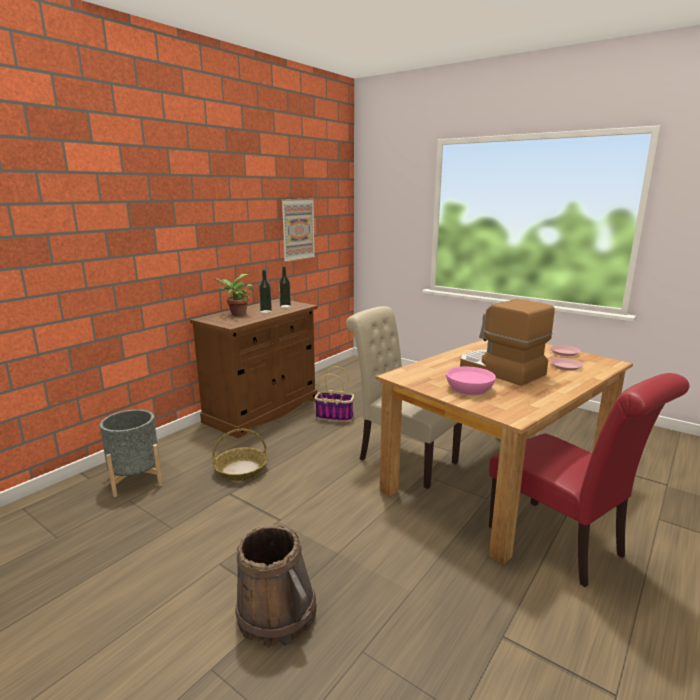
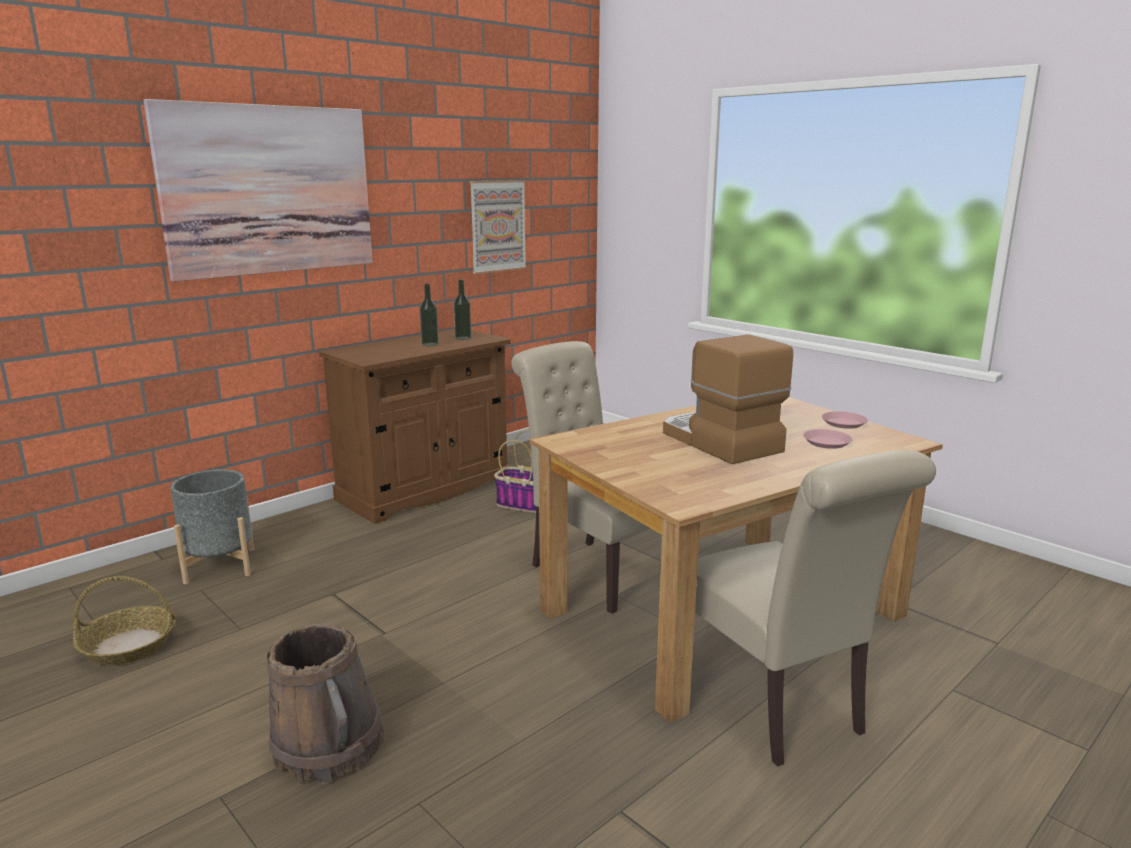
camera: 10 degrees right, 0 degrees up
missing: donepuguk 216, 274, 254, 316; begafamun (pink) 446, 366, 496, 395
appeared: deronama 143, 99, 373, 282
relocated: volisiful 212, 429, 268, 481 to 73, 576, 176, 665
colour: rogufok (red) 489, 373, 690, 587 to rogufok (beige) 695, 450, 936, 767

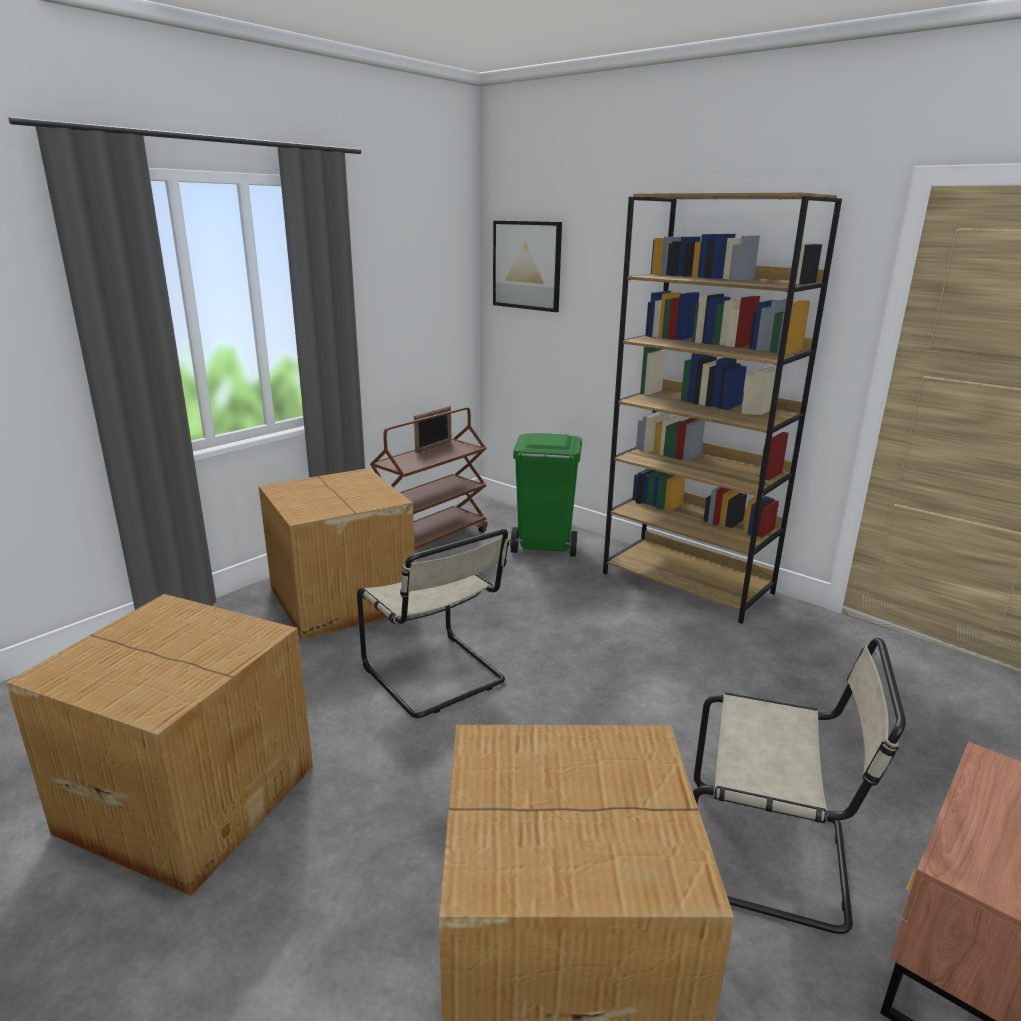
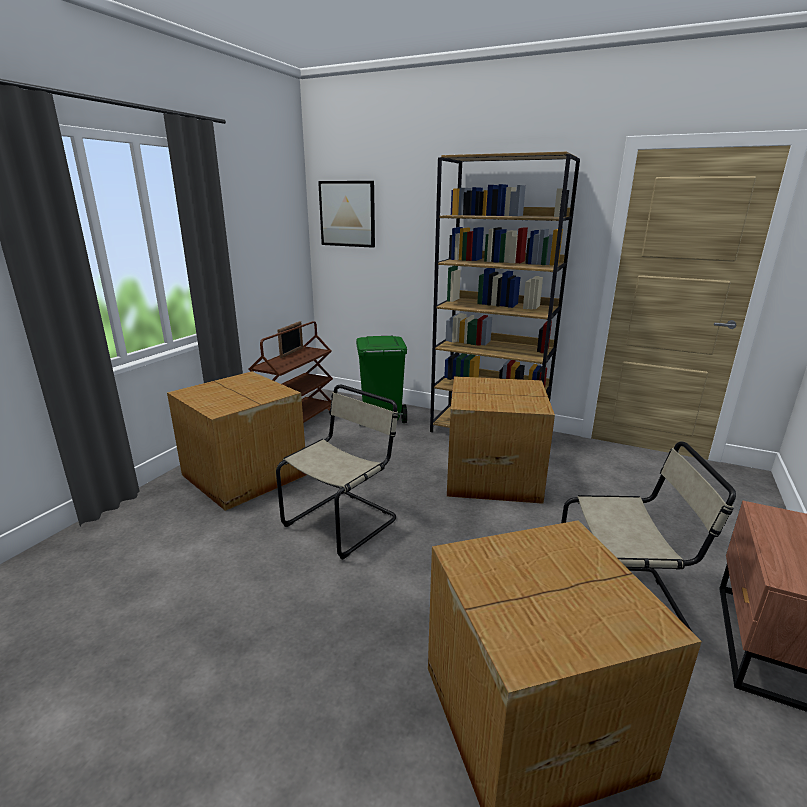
camera: 15 degrees left, 0 degrees up
relocated: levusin 6, 594, 313, 896 to 447, 376, 555, 504
spun: rogufok (beige) 357, 529, 510, 718 = 276, 385, 398, 560 90 degrees counterclockwise

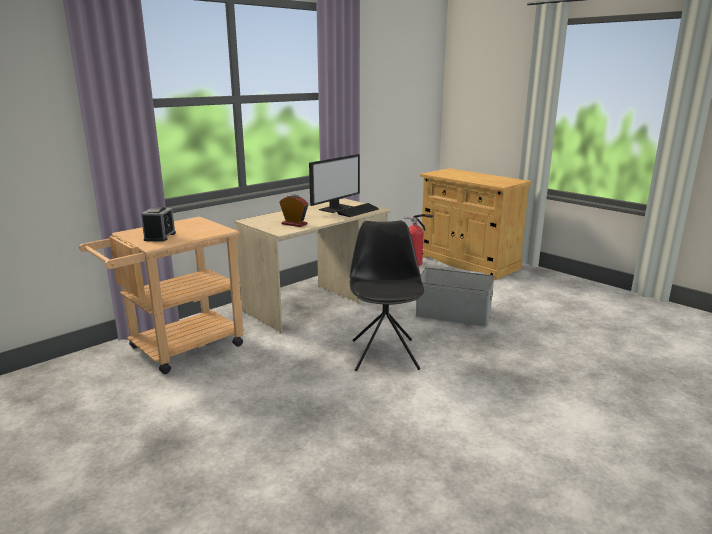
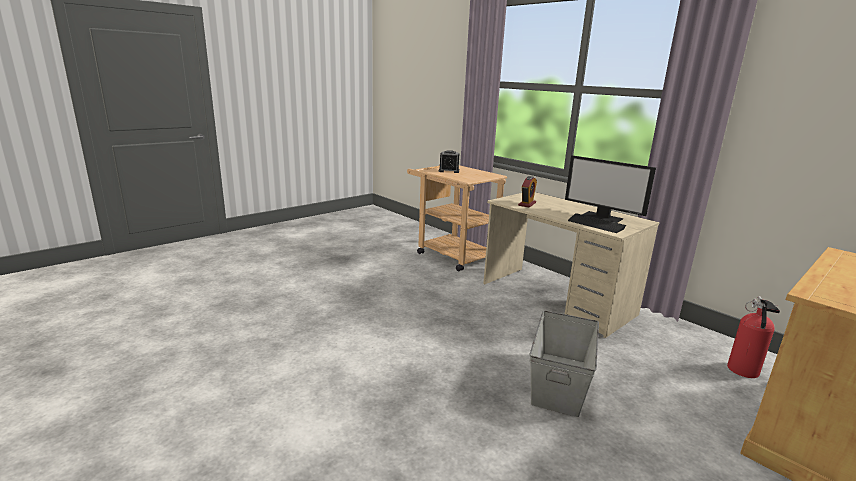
camera: 90 degrees right, 0 degrees up
missing: rogufok (black) 349, 220, 424, 371

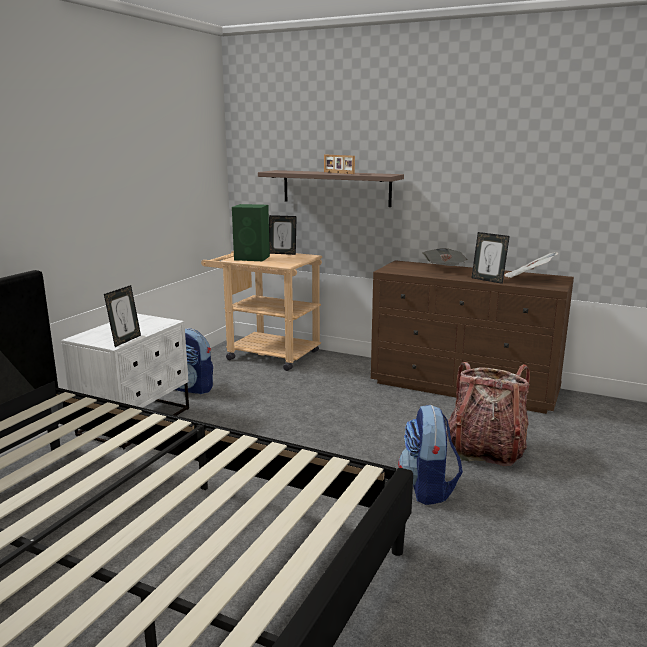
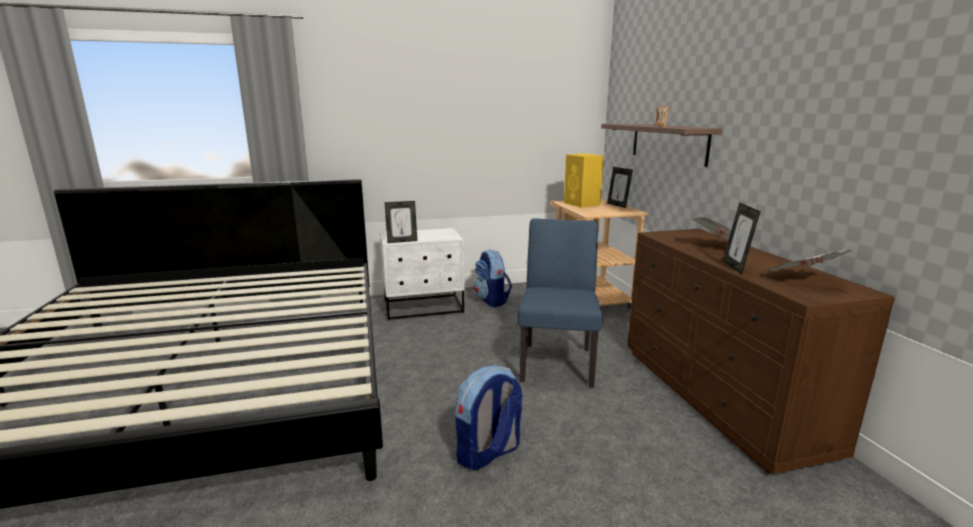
camera: 50 degrees right, 0 degrees up
missing: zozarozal 447, 362, 530, 466
appeared: rogufok (blue) 517, 218, 603, 388
colour: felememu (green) 232, 204, 270, 261 to felememu (yellow) 564, 153, 604, 208

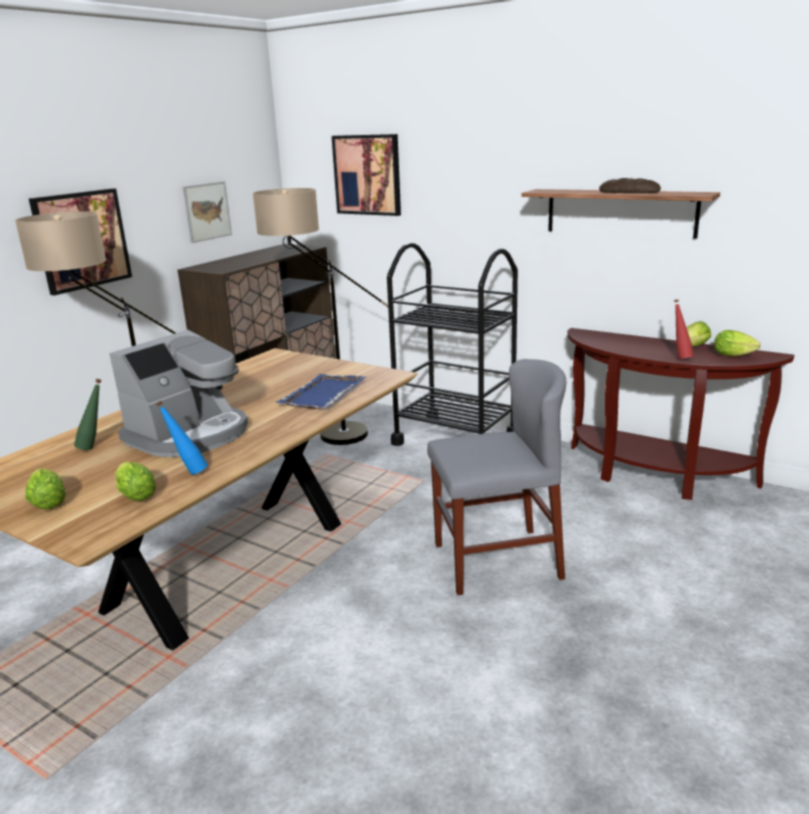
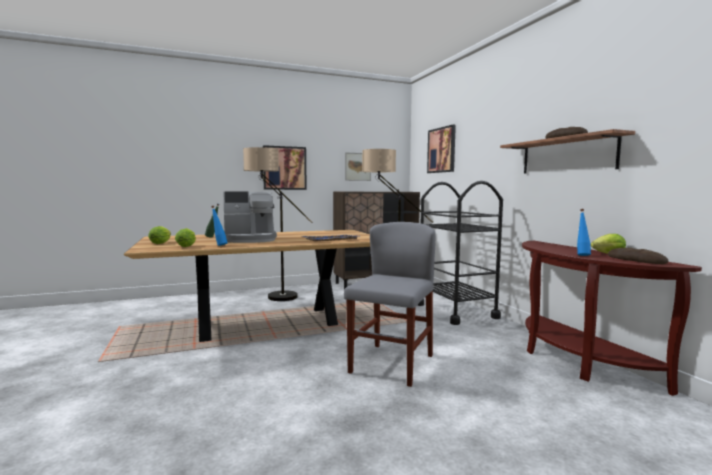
camera: 35 degrees right, 15 degrees down
exchanged: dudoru 714, 330, 761, 357 to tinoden 608, 248, 668, 264
colour: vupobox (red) 674, 299, 693, 359 to vupobox (blue) 577, 209, 591, 256
spun: rogufok (grey) 427, 359, 566, 595 = 344, 222, 436, 387 90 degrees counterclockwise

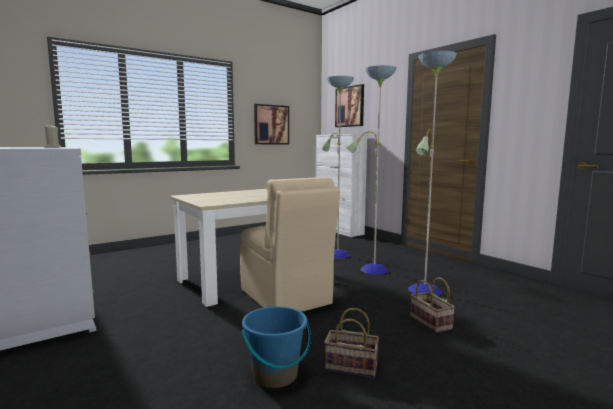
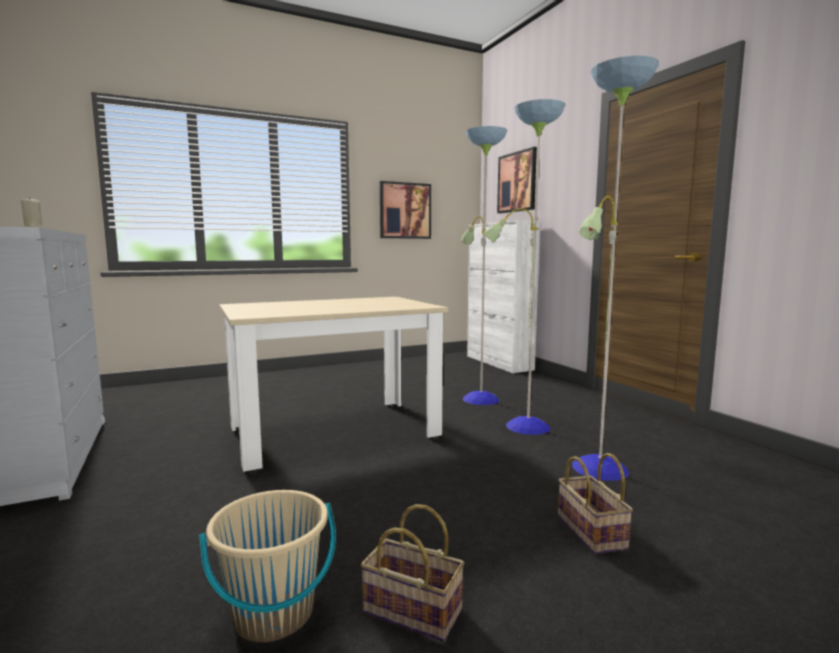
camera: 10 degrees right, 0 degrees up
missing: rogufok (beige) 240, 177, 340, 311
colour: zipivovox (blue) 241, 306, 311, 388 to zipivovox (beige) 199, 490, 336, 642

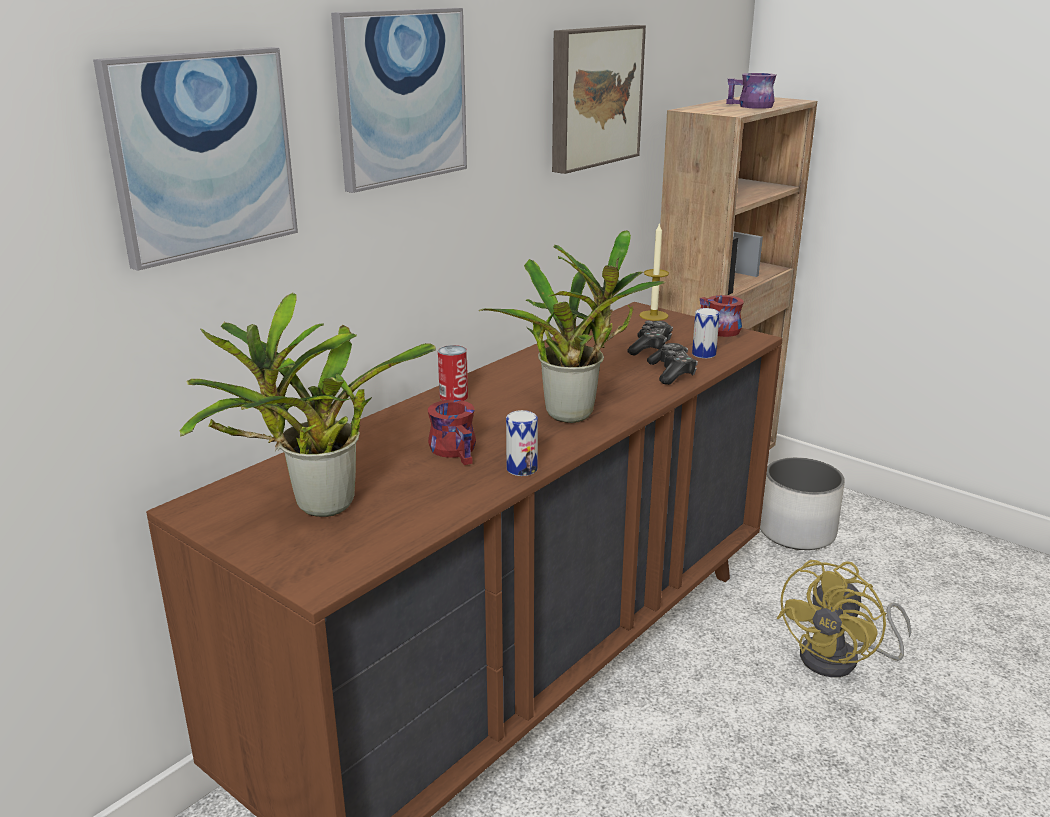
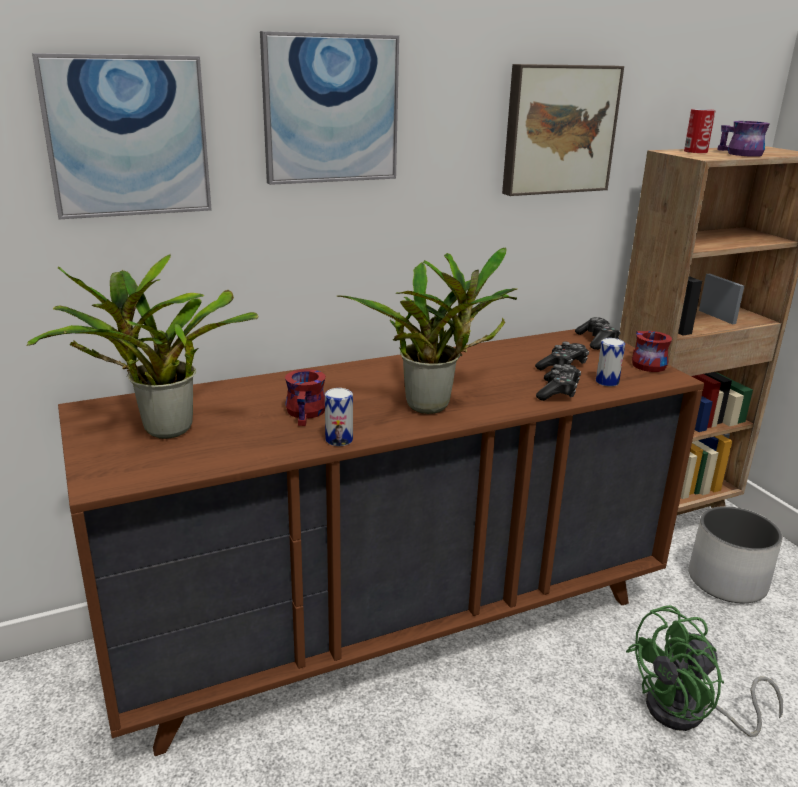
camera: 25 degrees right, 0 degrees up
relocated: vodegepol 438, 345, 468, 401 to 684, 109, 716, 153
exchanged: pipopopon 639, 222, 669, 321 to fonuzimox 575, 317, 621, 350
colour: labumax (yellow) 777, 560, 912, 677 to labumax (green) 626, 605, 783, 737

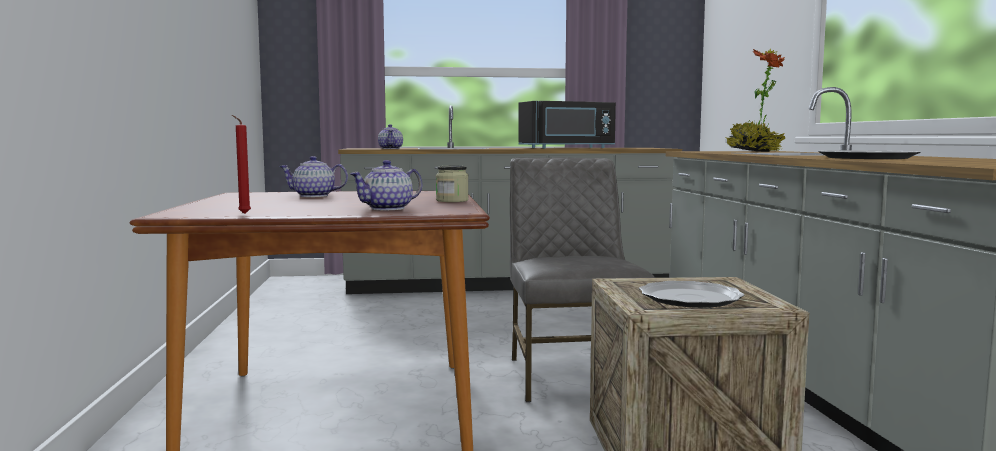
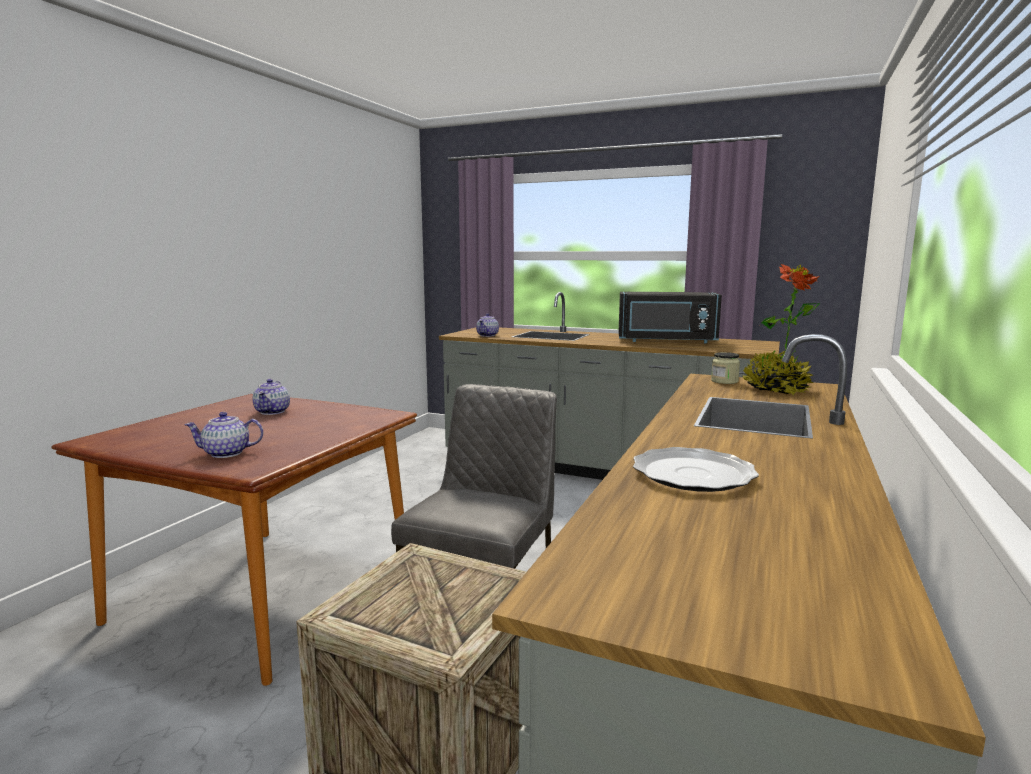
camera: 30 degrees right, 5 degrees up
missing: pipopopon (red) 232, 115, 251, 214; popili 639, 281, 745, 308
relocated: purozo 436, 166, 469, 202 to 711, 352, 740, 384
spun: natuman 279, 156, 348, 197 = 253, 379, 290, 415 120 degrees counterclockwise

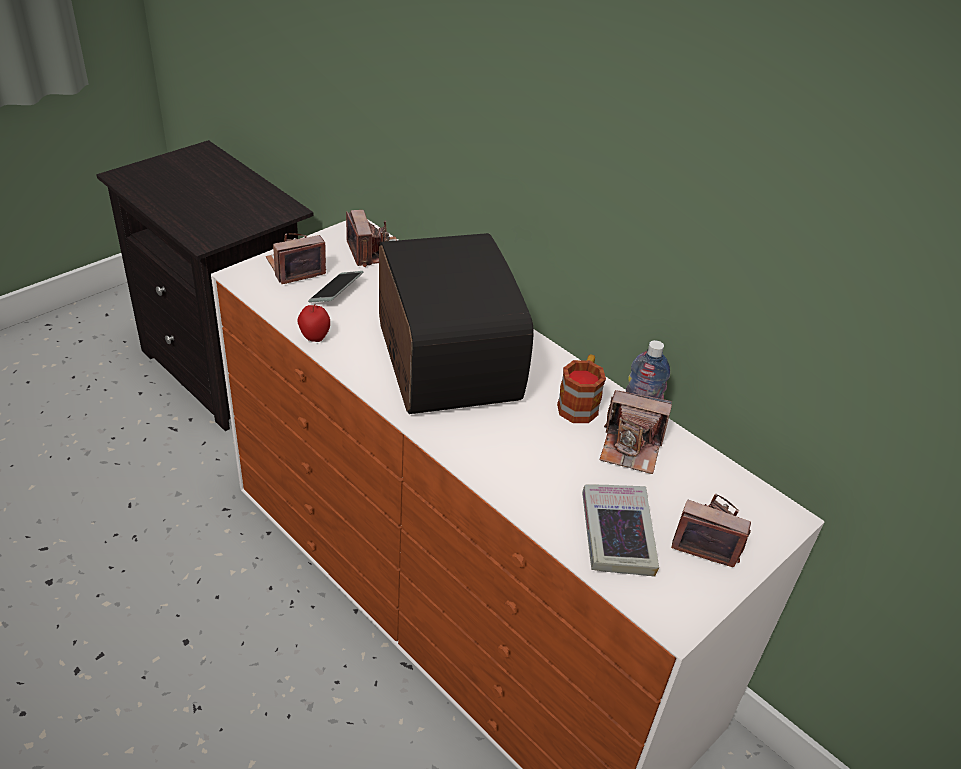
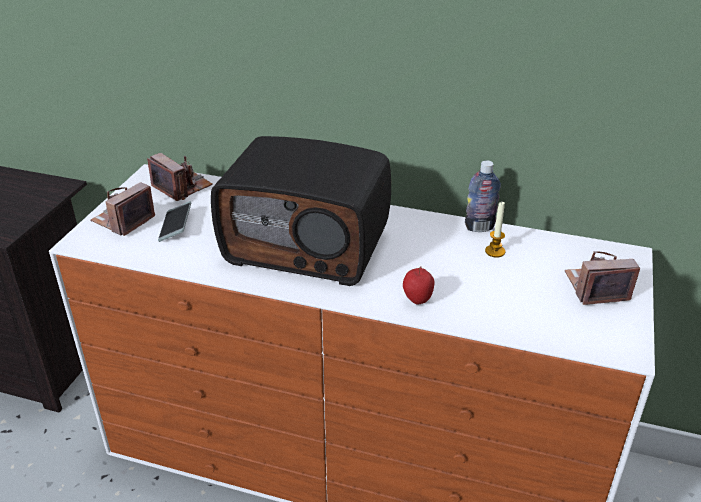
camera: 25 degrees left, 5 degrees down
missing: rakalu 557, 355, 606, 423; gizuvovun 582, 484, 659, 577
relocated: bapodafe 298, 304, 330, 342 to 403, 266, 434, 305
exchanged: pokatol 600, 390, 672, 474 to pipopopon 485, 202, 505, 258
spun: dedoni 379, 233, 534, 414 = 211, 136, 391, 286 150 degrees clockwise

